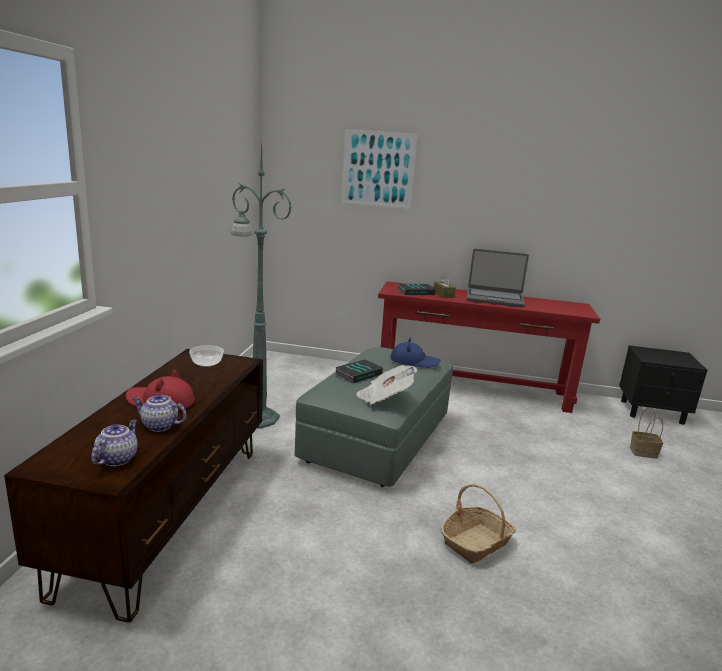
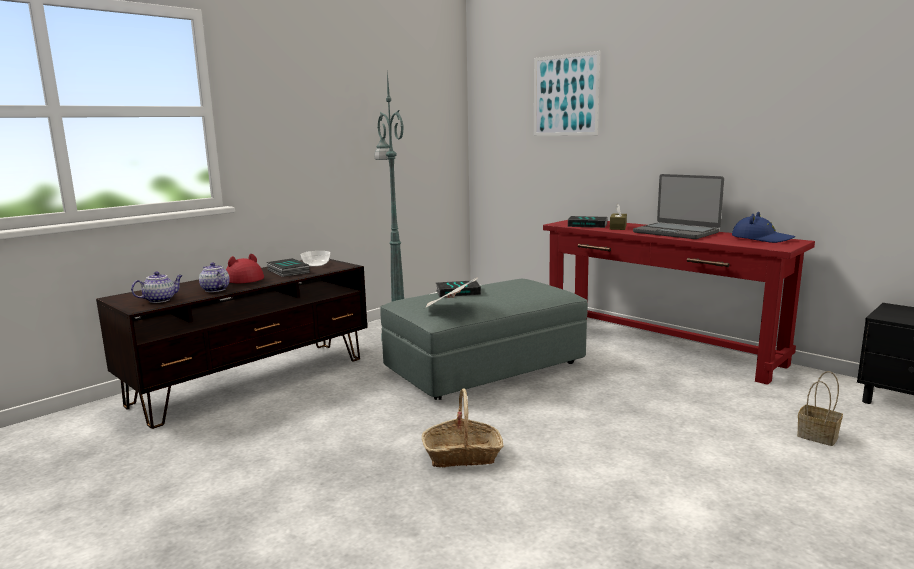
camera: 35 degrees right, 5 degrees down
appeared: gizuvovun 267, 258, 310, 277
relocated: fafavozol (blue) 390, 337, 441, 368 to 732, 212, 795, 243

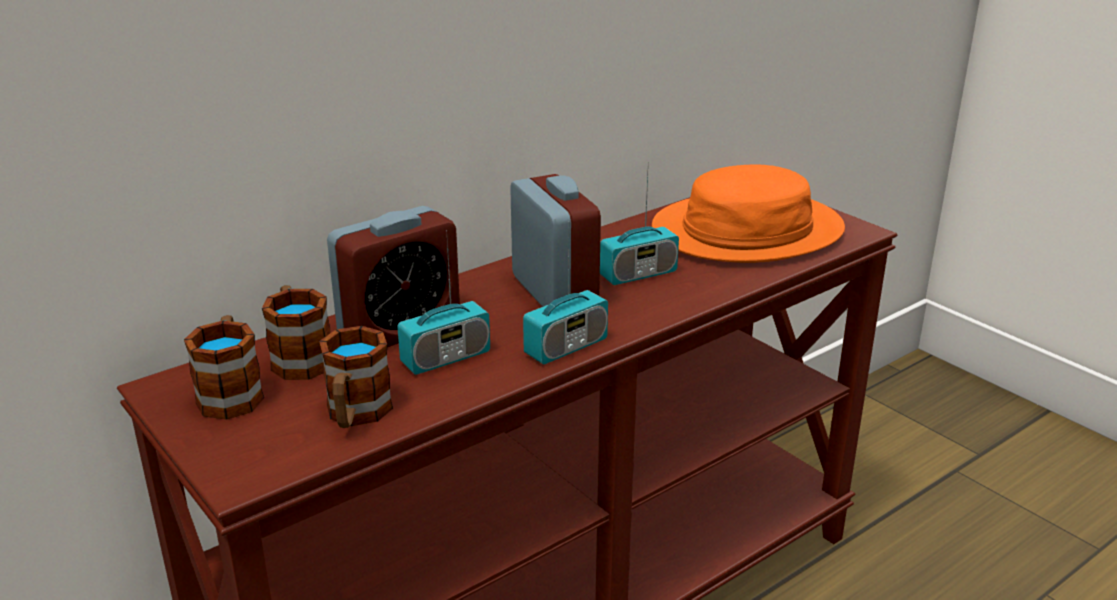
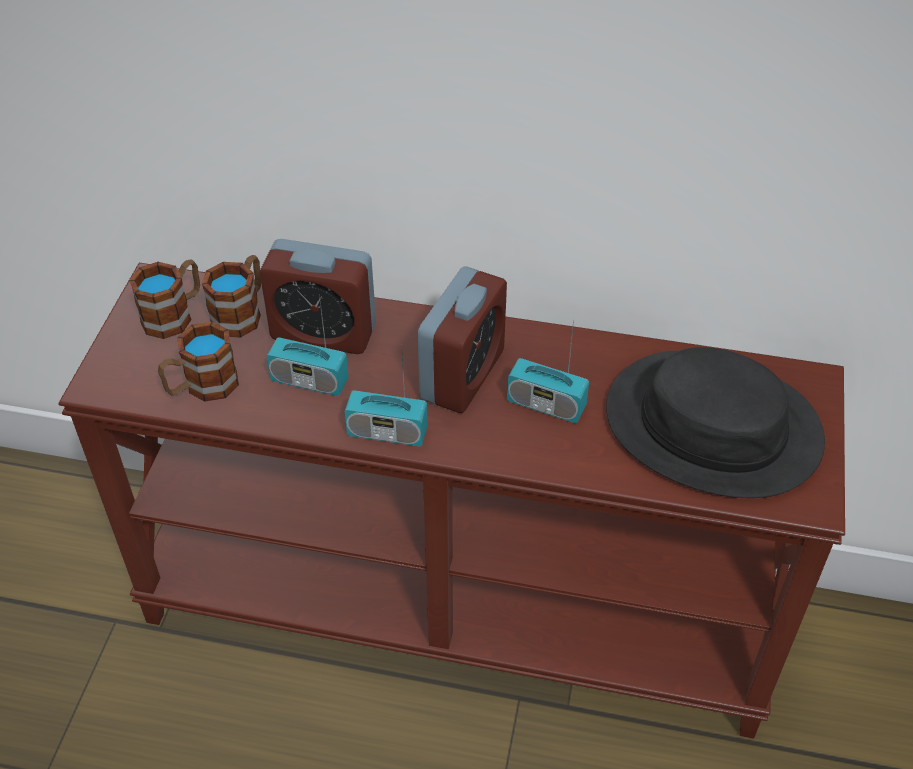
camera: 50 degrees right, 20 degrees up
colour: fafavozol (orange) 652, 164, 845, 263 to fafavozol (black) 606, 347, 825, 498

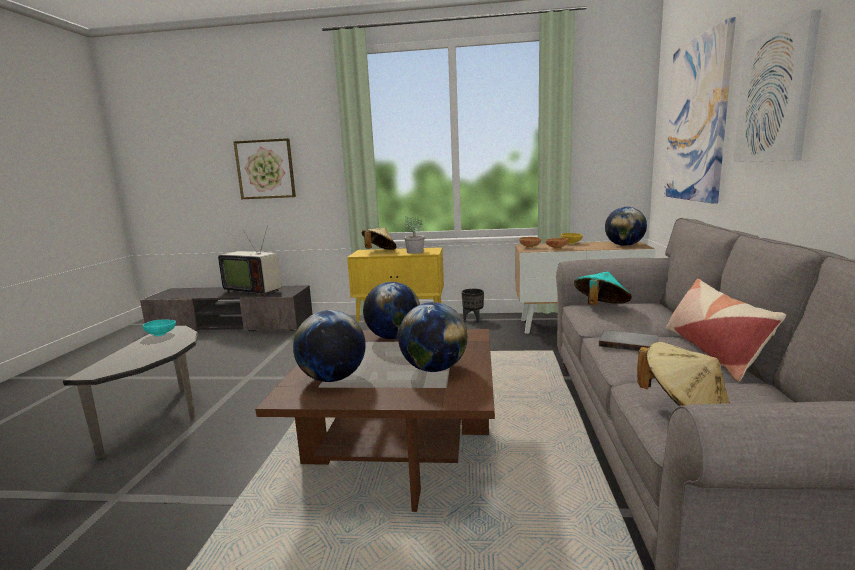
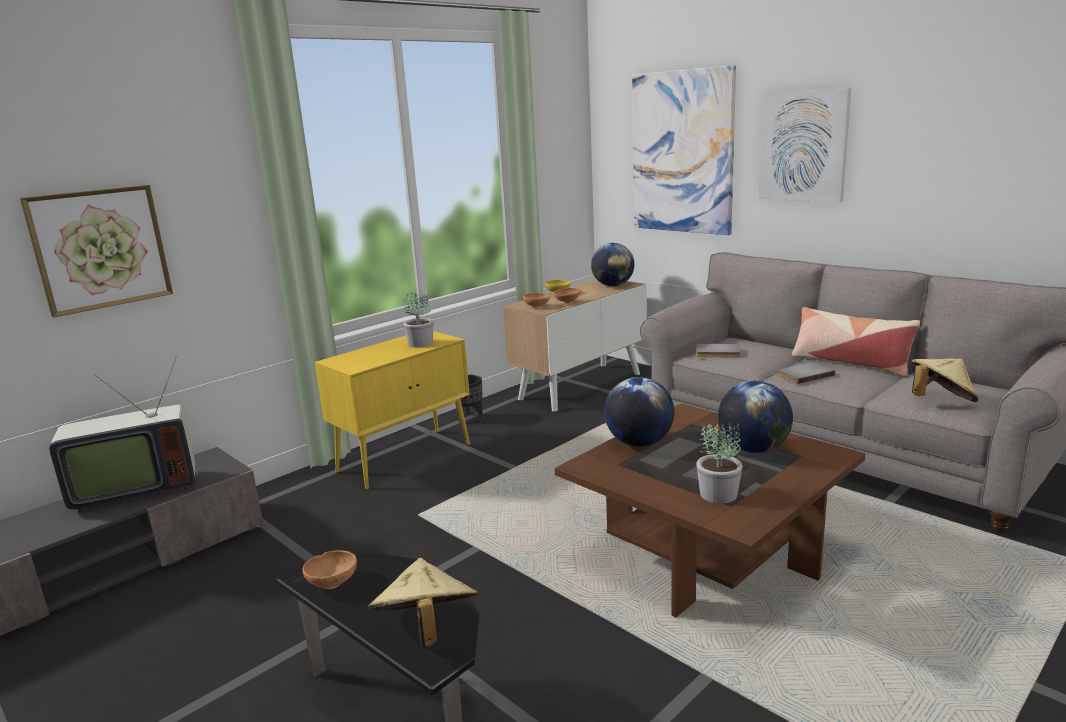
camera: 50 degrees left, 5 degrees up
relocated: fafavozol (beige) 362, 228, 397, 250 to 368, 558, 478, 647
exchanged: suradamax 293, 310, 366, 382 to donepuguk 696, 422, 743, 504; fafavozol (turquoise) 574, 271, 632, 305 to gizuvovun (grey) 696, 343, 741, 358
colour: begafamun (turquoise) 143, 319, 176, 336 to begafamun (brown) 303, 550, 357, 589

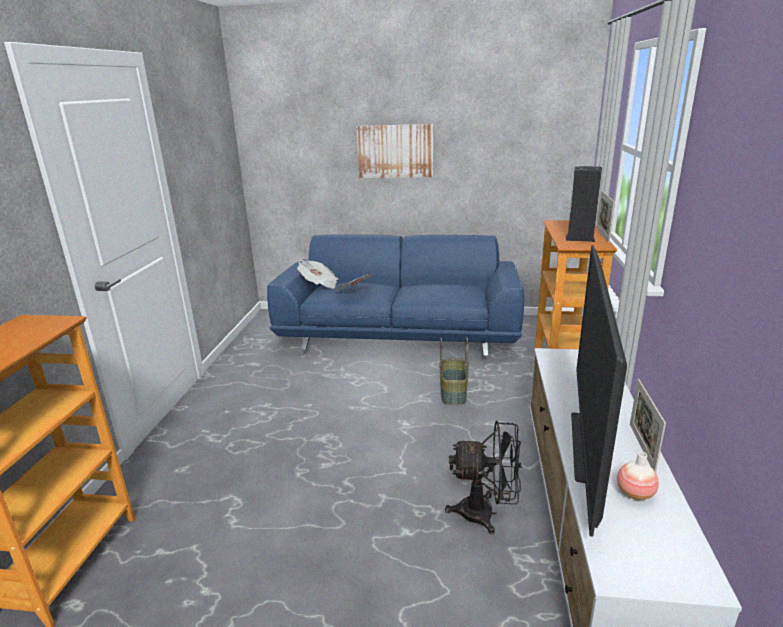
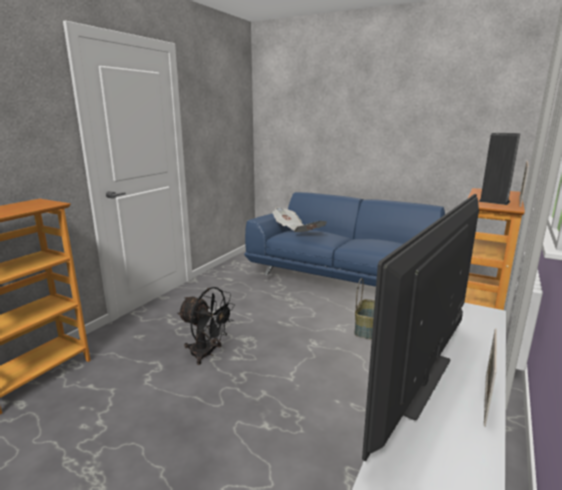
camera: 20 degrees right, 5 degrees down
missing: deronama 356, 124, 434, 178; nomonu 617, 452, 659, 500
relocated: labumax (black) 445, 421, 522, 535 to 177, 287, 235, 365

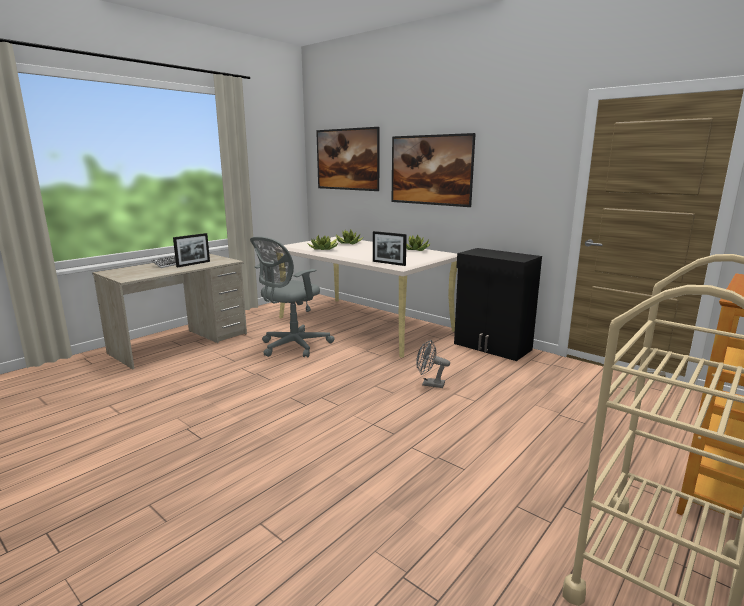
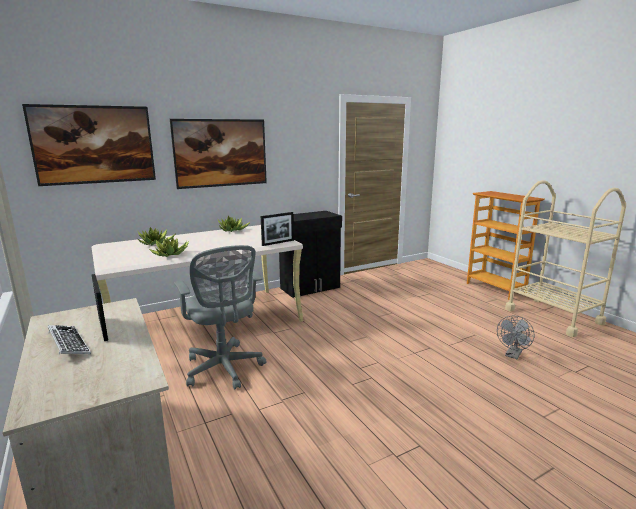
camera: 70 degrees left, 0 degrees up
relocated: labumax (grey) 416, 340, 450, 388 to 497, 316, 535, 359

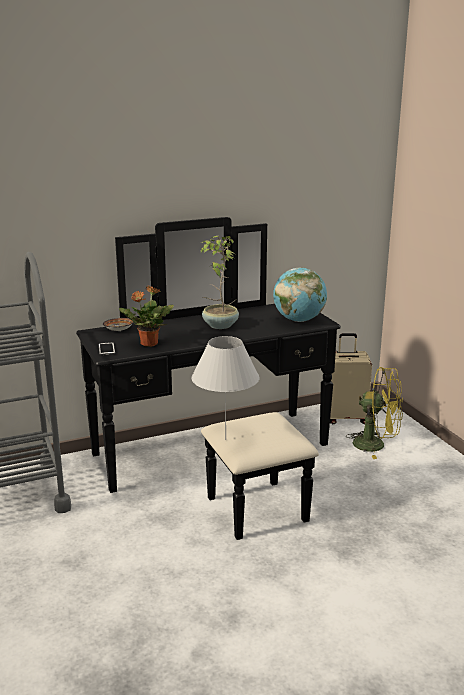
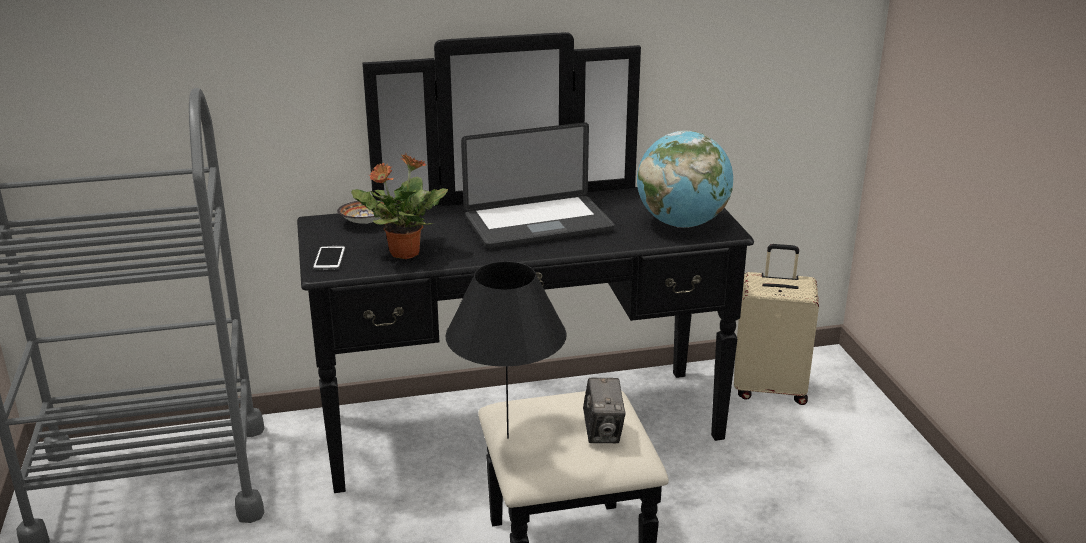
camera: 10 degrees right, 5 degrees up
missing: labumax (yellow) 346, 367, 403, 459
appeared: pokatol 583, 378, 626, 443
exchanged: donepuguk 200, 236, 239, 329 to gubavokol 461, 122, 615, 249
colour: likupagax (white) 192, 336, 259, 440 to likupagax (black) 445, 261, 566, 439

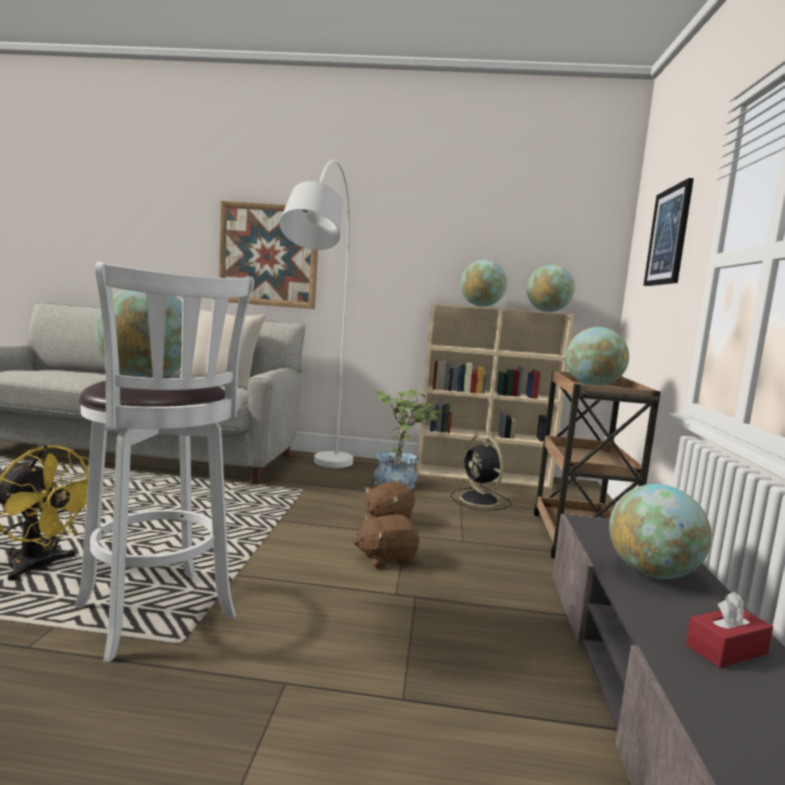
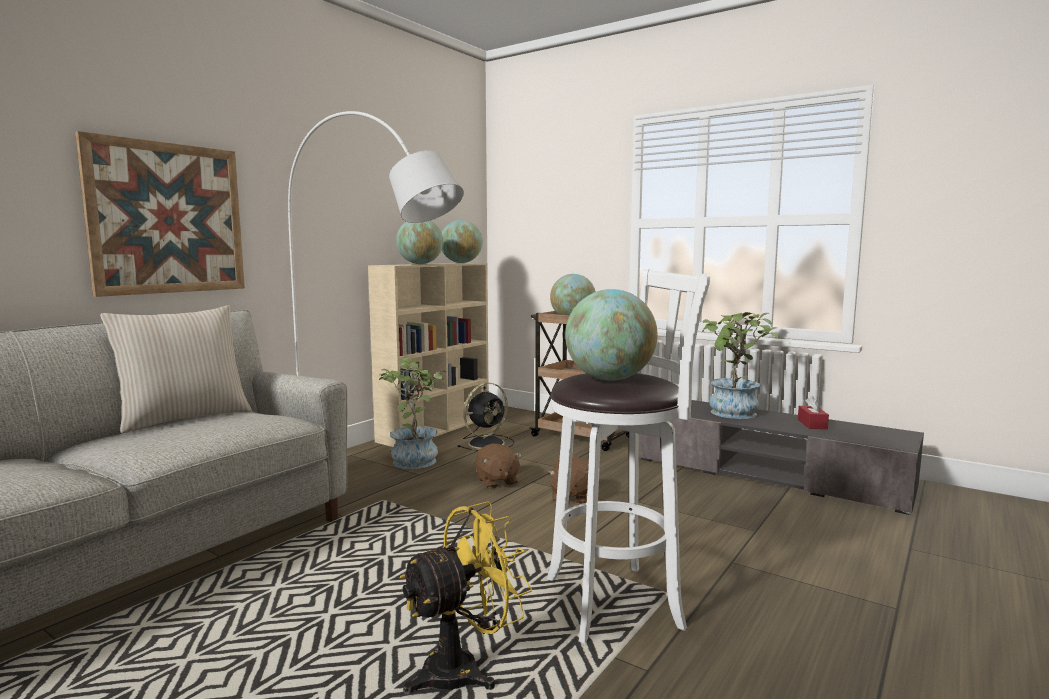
camera: 60 degrees left, 0 degrees up
missing: deronama 643, 178, 694, 286
exchanged: suradamax 609, 484, 712, 579 to donepuguk 702, 312, 780, 419
spun: labumax (black) 451, 434, 511, 511 = 458, 383, 515, 451 45 degrees counterclockwise

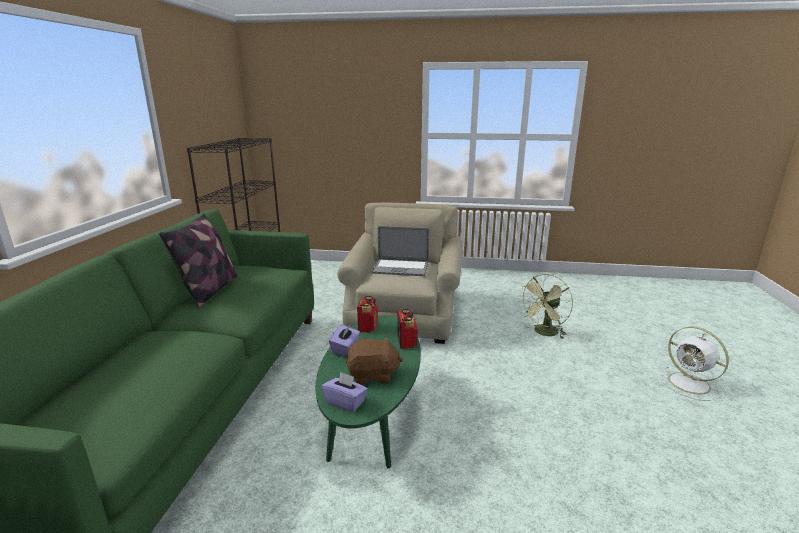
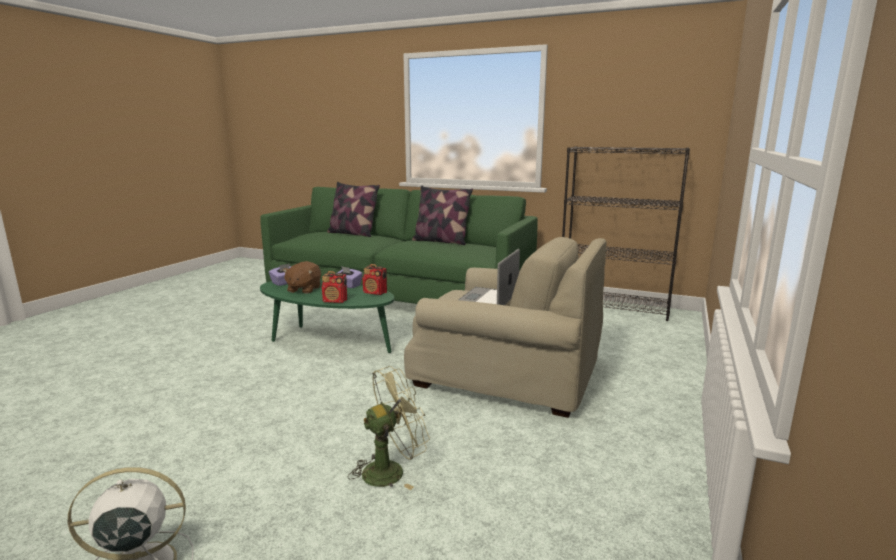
camera: 105 degrees right, 5 degrees down
appeared: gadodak 327, 182, 380, 237
spun: labumax (green) 519, 274, 573, 339 = 347, 366, 430, 490 90 degrees clockwise

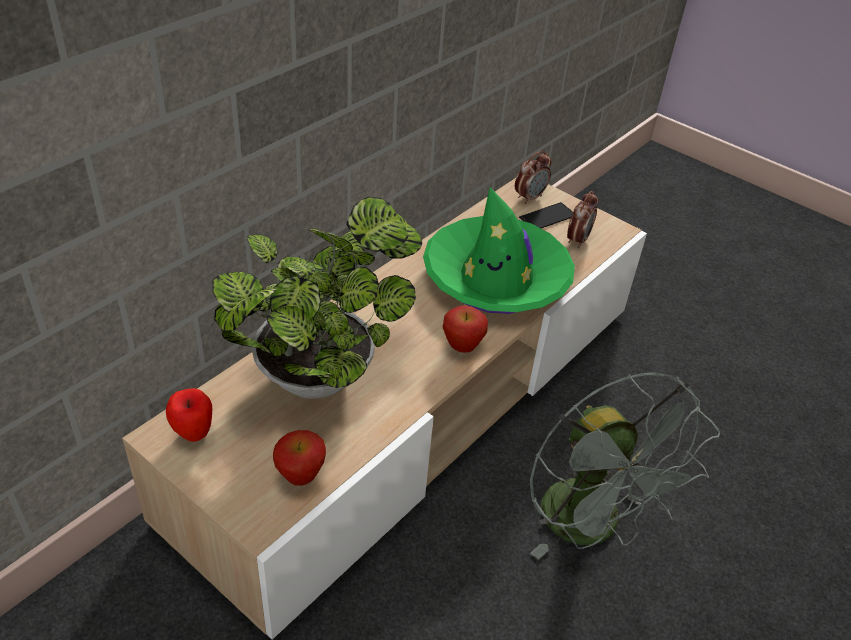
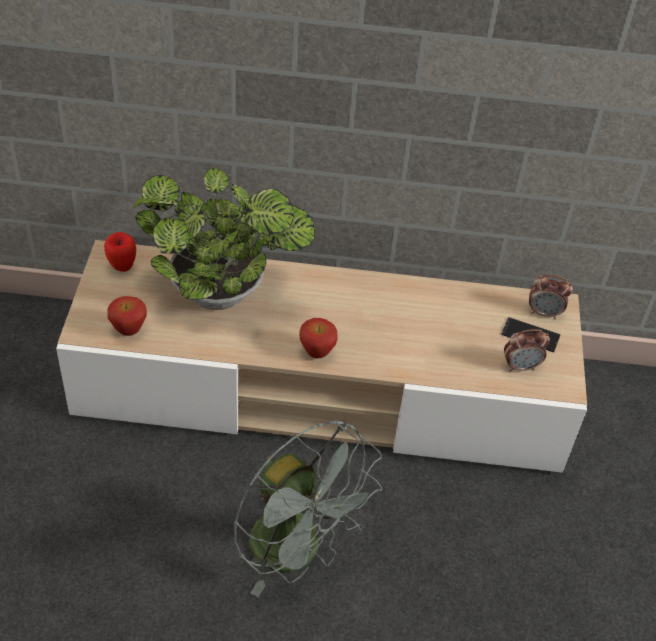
camera: 55 degrees right, 5 degrees up
missing: fafavozol (green) 423, 188, 575, 314
spun: labumax (grey) 530, 373, 720, 560 = 234, 420, 382, 597 75 degrees counterclockwise

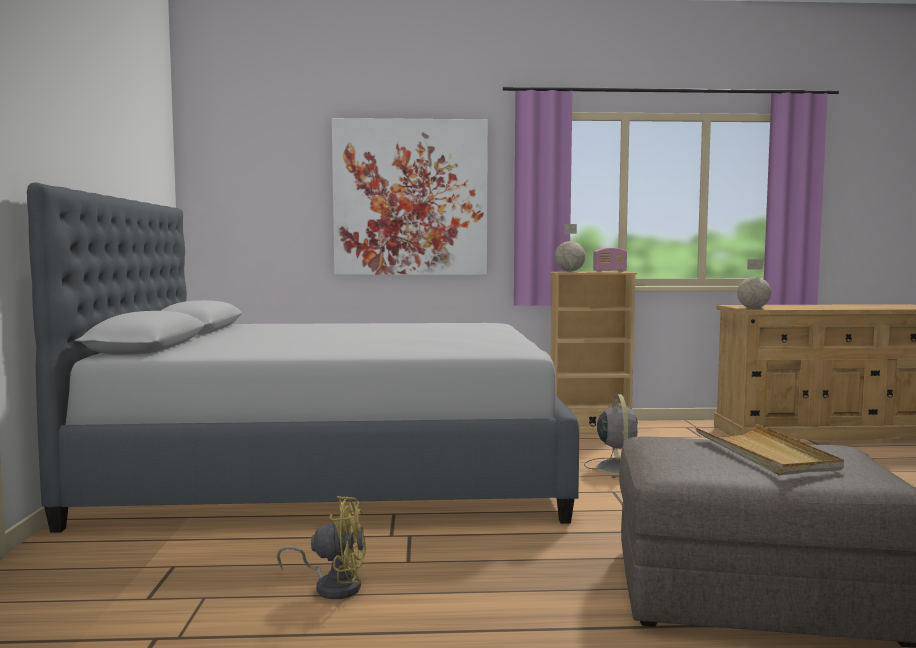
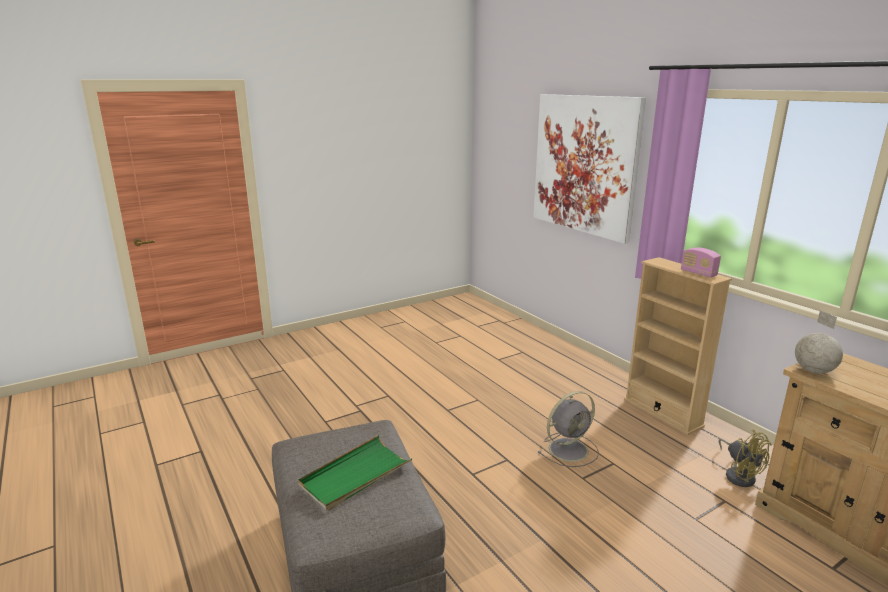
camera: 60 degrees right, 15 degrees up
missing: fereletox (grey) 27, 182, 579, 533; suradamax 555, 224, 585, 272
relocated: labumax (yellow) 277, 496, 366, 599 to 719, 429, 772, 487
colour: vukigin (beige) 696, 424, 844, 475 to vukigin (green) 298, 435, 413, 511

